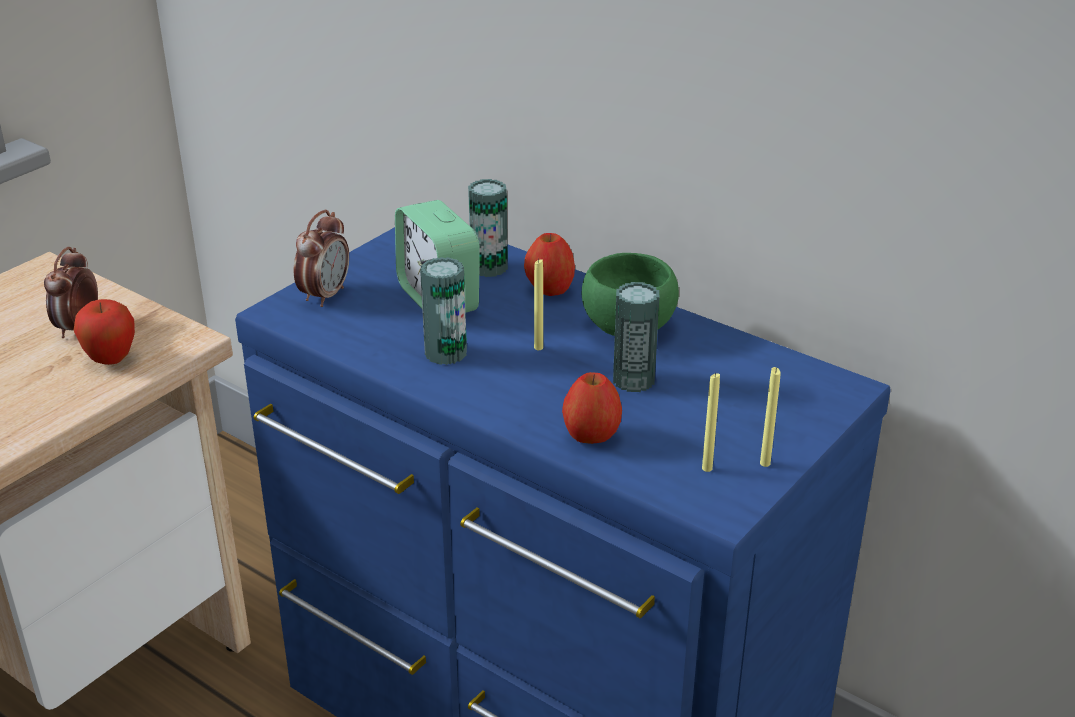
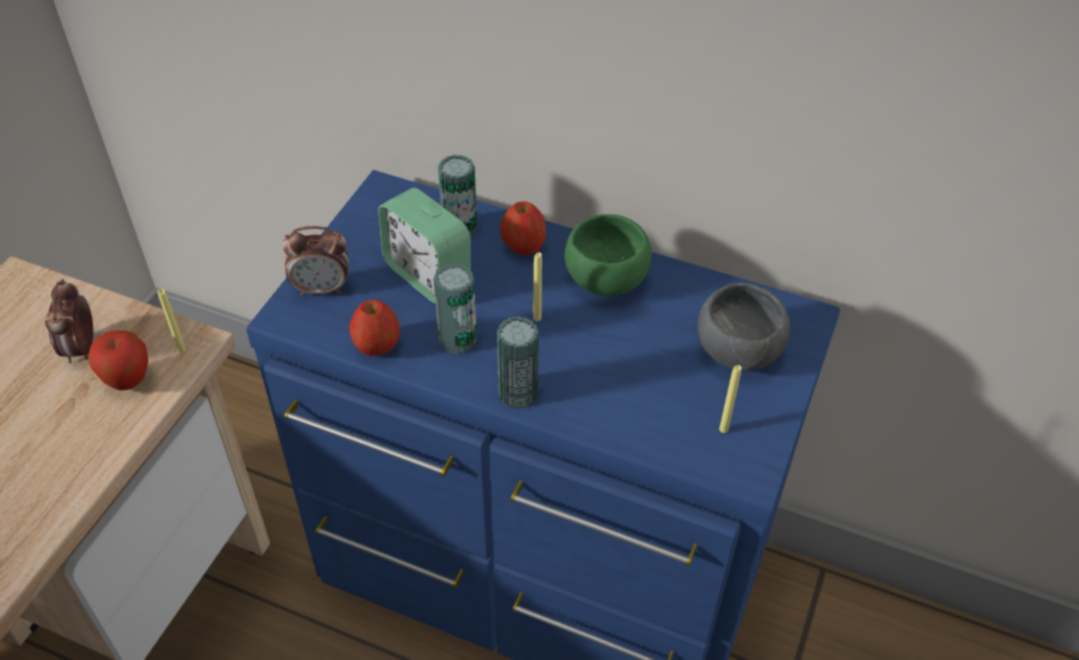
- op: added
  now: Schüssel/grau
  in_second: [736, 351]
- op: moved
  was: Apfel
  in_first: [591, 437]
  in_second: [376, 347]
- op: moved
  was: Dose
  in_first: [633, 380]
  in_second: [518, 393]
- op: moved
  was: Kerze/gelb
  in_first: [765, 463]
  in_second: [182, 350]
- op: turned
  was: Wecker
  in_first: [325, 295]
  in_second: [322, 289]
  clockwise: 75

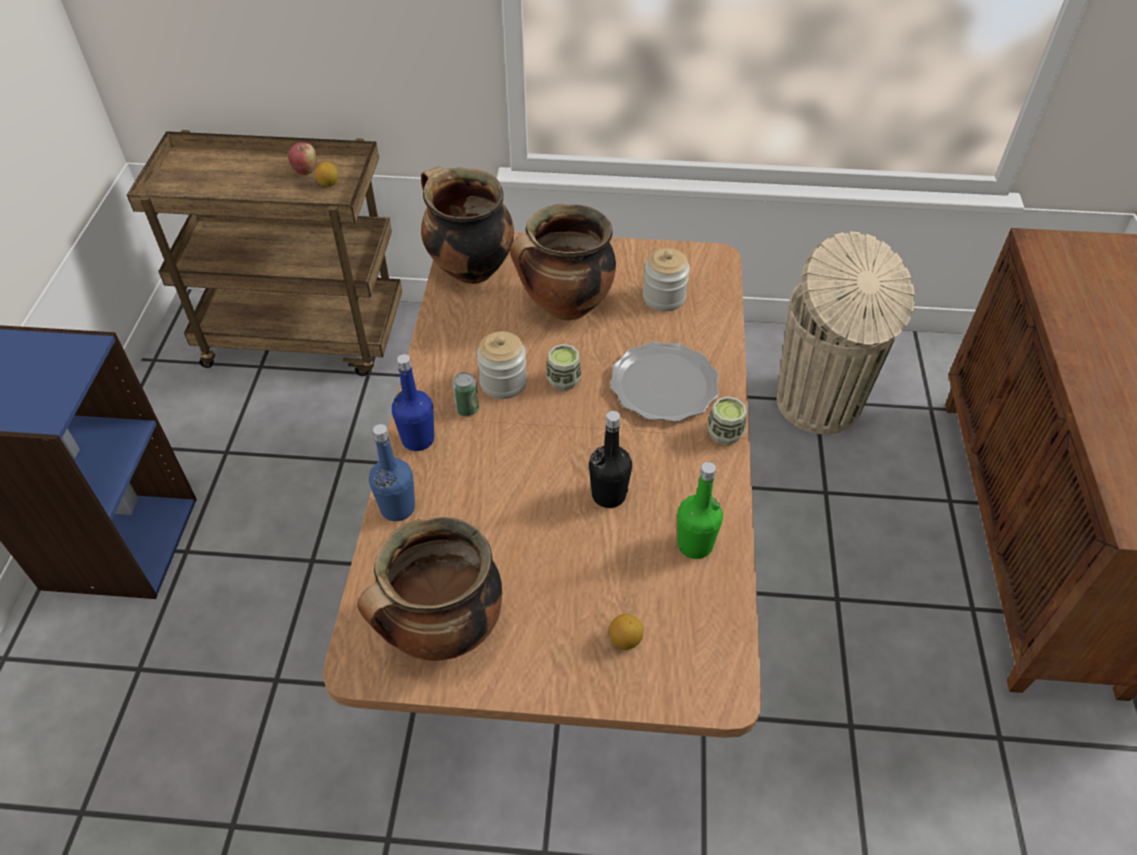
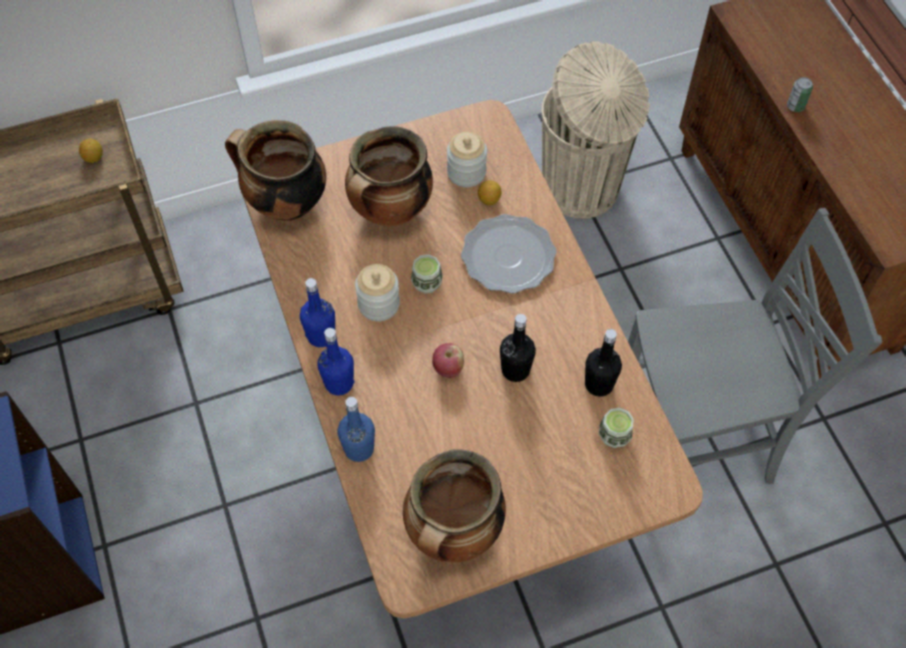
- op: added
  now: Flasche/blau
  in_second: [321, 336]
- op: added
  now: Stuhl/grau
  in_second: [695, 446]
- op: moved
  was: Apfel
  in_first: [305, 170]
  in_second: [448, 369]
- op: moved
  was: Dose
  in_first: [467, 409]
  in_second: [795, 106]
- op: moved
  was: Zitrone
  in_first: [625, 640]
  in_second: [489, 199]
- op: moved
  was: Tasse
  in_first: [725, 434]
  in_second: [614, 436]
- op: recoloured
  was: Flasche/grün
  now: Flasche/schwarz
  in_first: [695, 545]
  in_second: [599, 384]

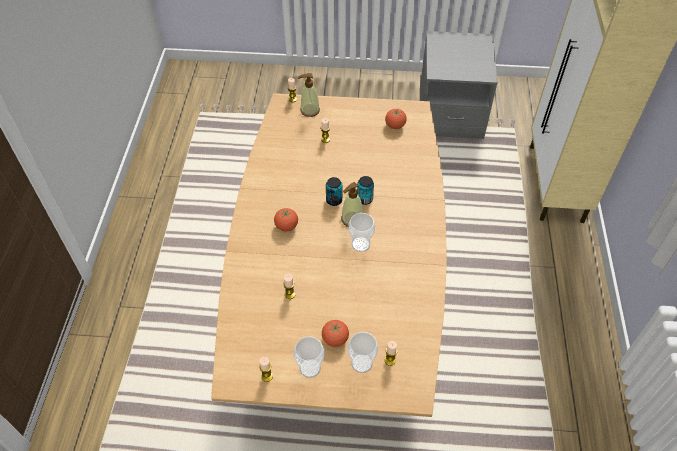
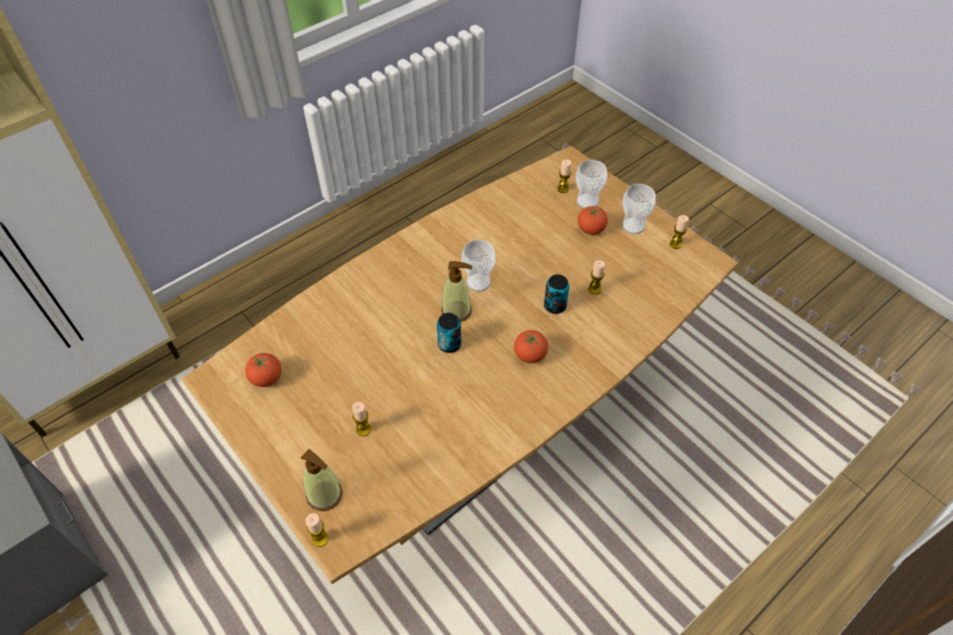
- op: moved
  was: Dose
  in_first: [364, 199]
  in_second: [555, 306]

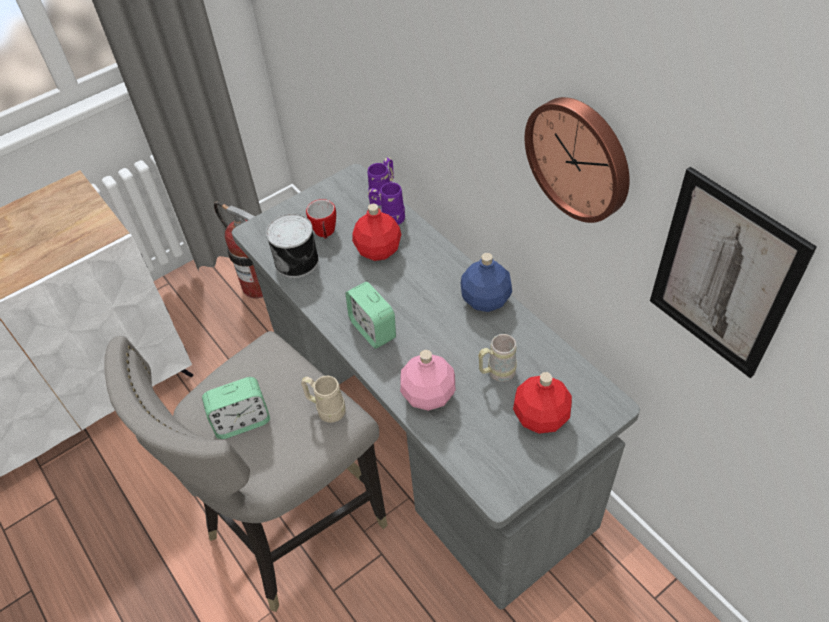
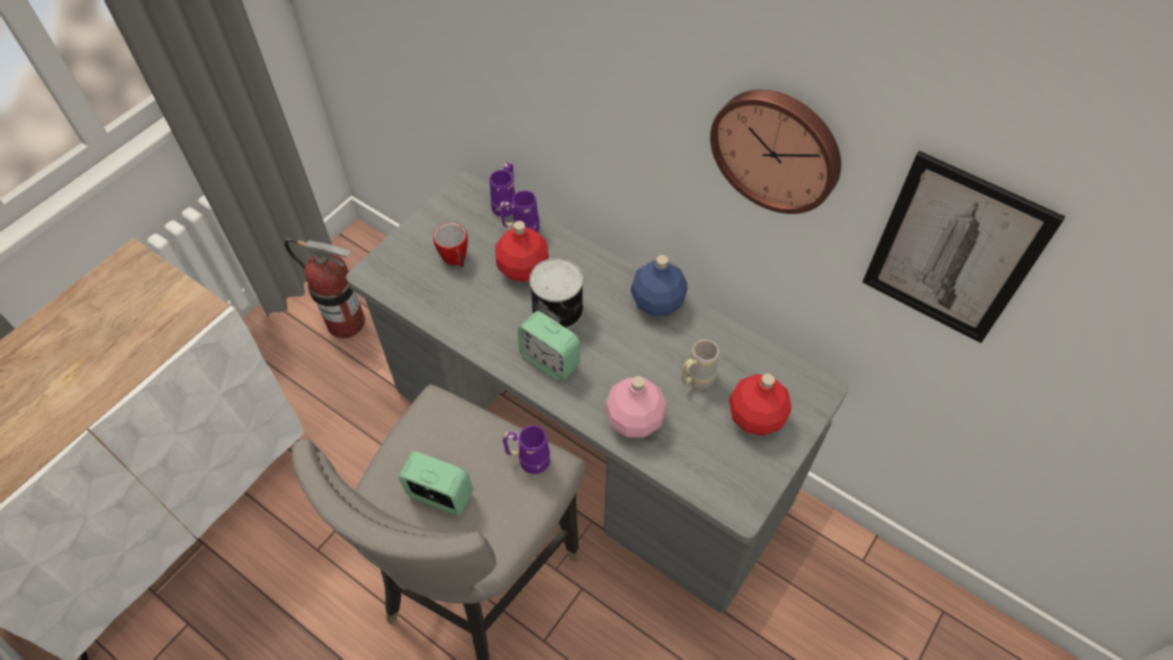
- op: moved
  was: Dose
  in_first: [298, 260]
  in_second: [558, 309]
- op: recoloured
  was: Henkelbecher/beige
  now: Henkelbecher/lila
  in_first: [326, 409]
  in_second: [528, 459]
- op: turned
  was: Wecker
  in_first: [242, 421]
  in_second: [440, 495]
  clockwise: -120

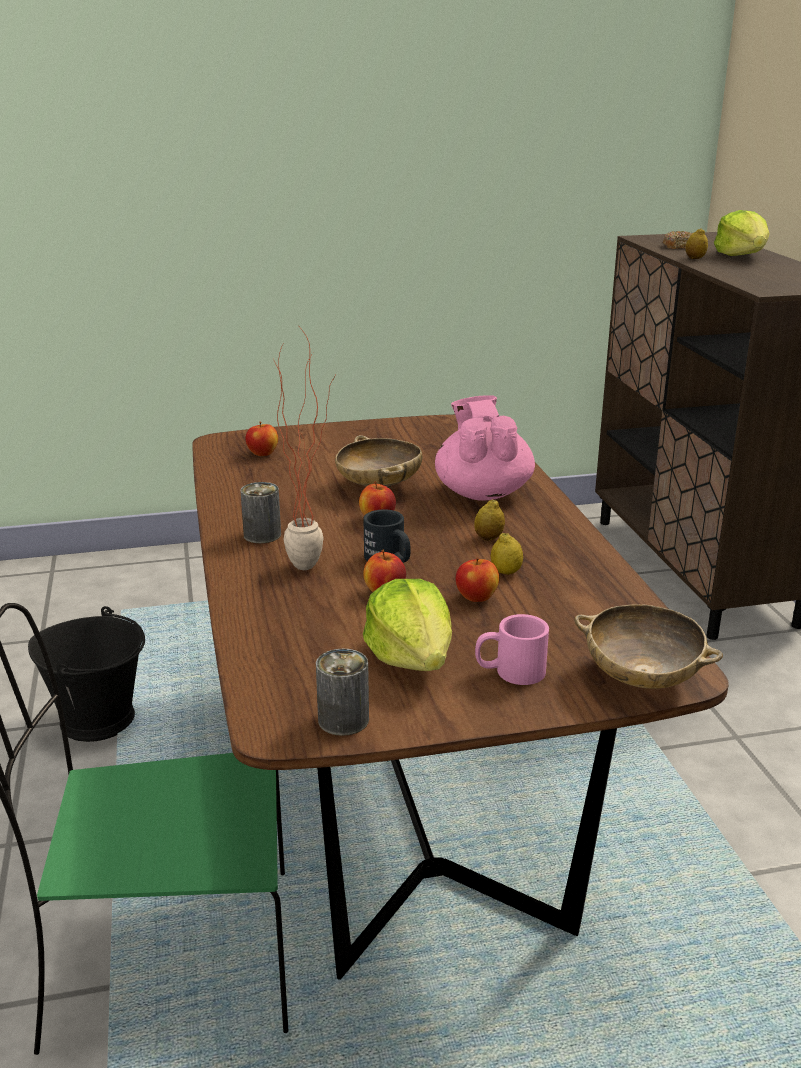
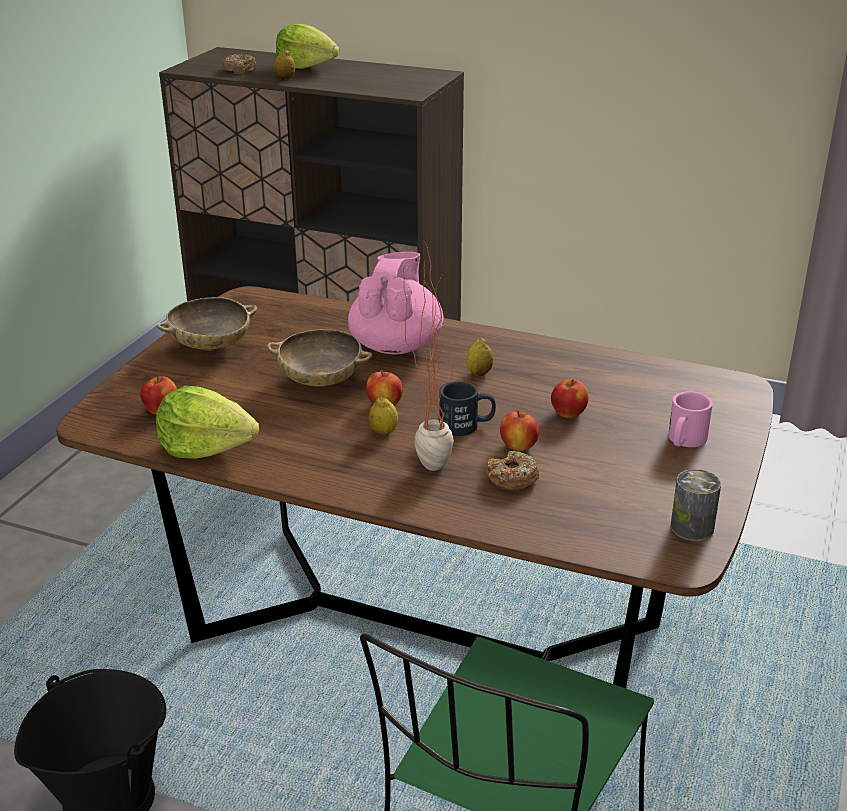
- op: removed
  was: Dose
  in_first: [262, 535]
- op: added
  now: Donut
  in_second: [512, 478]
- op: moved
  was: Salatkopf
  in_first: [412, 657]
  in_second: [206, 447]
- op: moved
  was: Zitrone
  in_first: [506, 572]
  in_second: [383, 432]
- op: moved
  was: Schüssel/beige
  in_first: [642, 678]
  in_second: [211, 346]
- op: turned
  was: Teekanne/rosa
  in_first: [482, 492]
  in_second: [396, 345]
  clockwise: 75

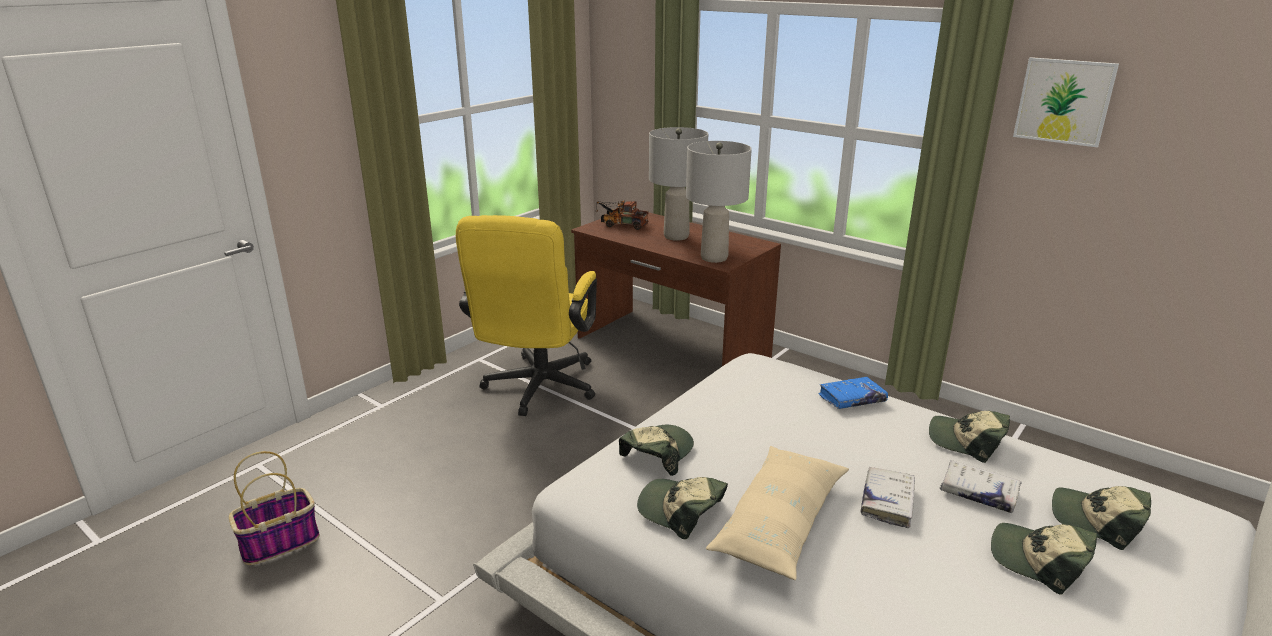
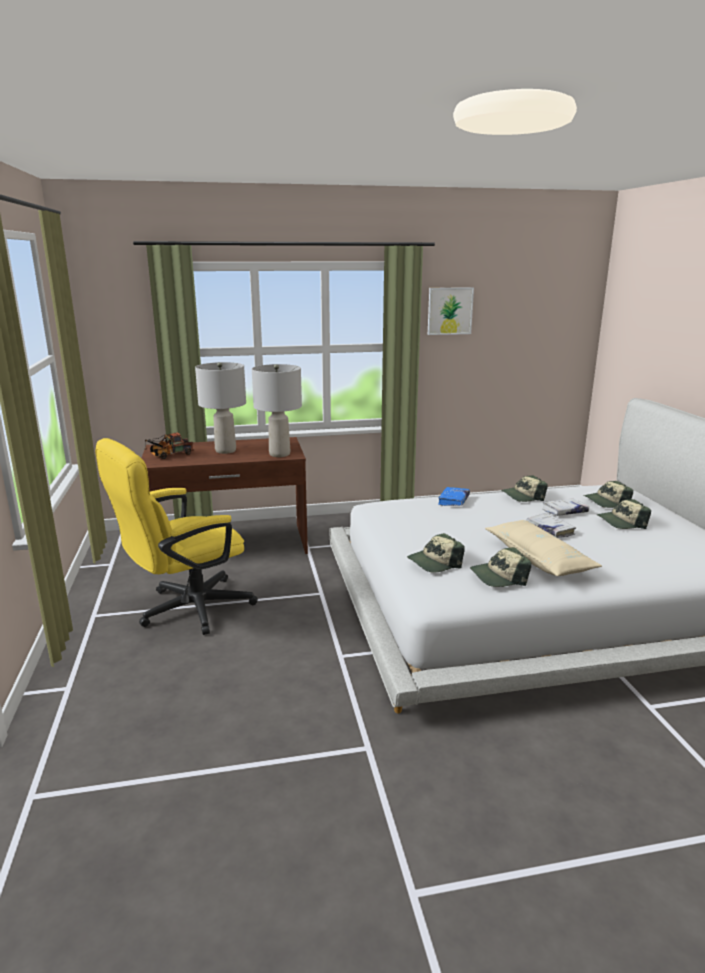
- op: removed
  was: Korb
  in_first: [280, 542]
- op: turned
  was: Bürostuhl/gelb
  in_first: [537, 390]
  in_second: [186, 610]
  clockwise: 90
- op: turned
  was: Kappe
  in_first: [657, 453]
  in_second: [434, 562]
  clockwise: -105

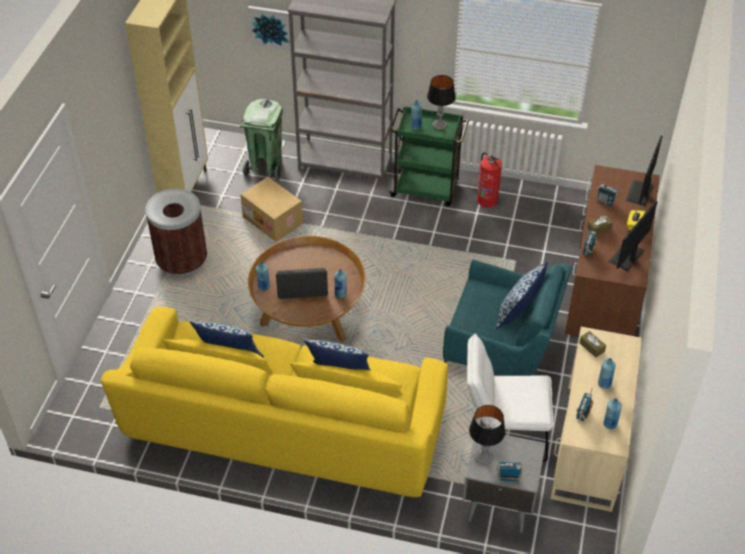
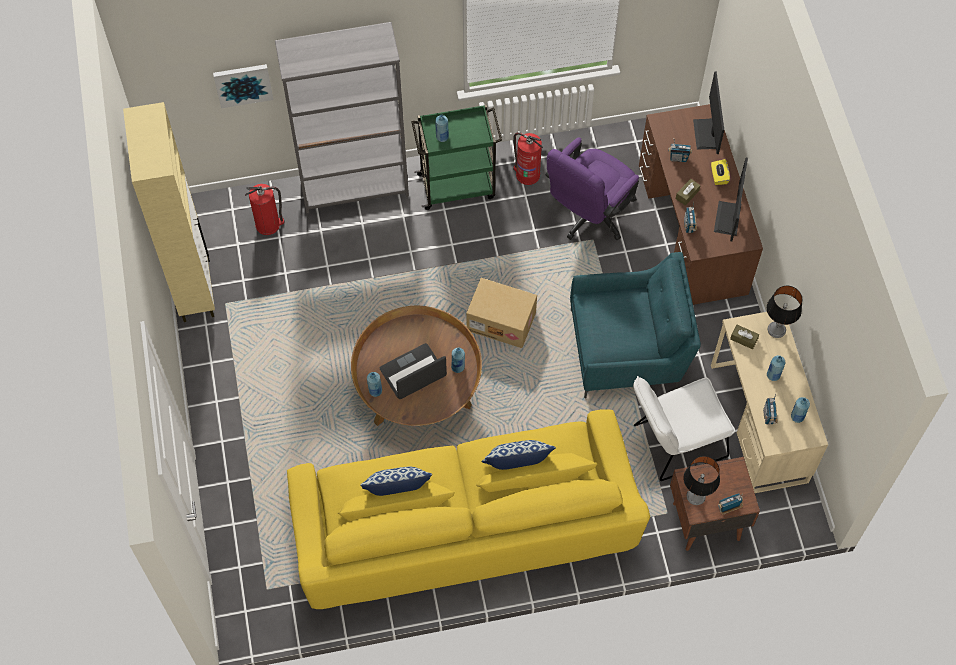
- op: removed
  was: Mülleimer/braun
  in_first: [182, 262]
- op: removed
  was: Kissen
  in_first: [518, 314]
- op: added
  now: Bürostuhl/lila
  in_second: [589, 216]
- op: moved
  was: Karton
  in_first: [273, 220]
  in_second: [502, 321]
- op: moved
  was: Tischlampe
  in_first: [439, 125]
  in_second: [776, 330]
- op: replaced
  was: Mülleimer/grün
  now: Feuerlöscher
  in_first: [265, 167]
  in_second: [268, 224]
- op: recoloured
  was: Nachttisch/grau
  now: Nachttisch/braun
  in_first: [497, 504]
  in_second: [705, 520]

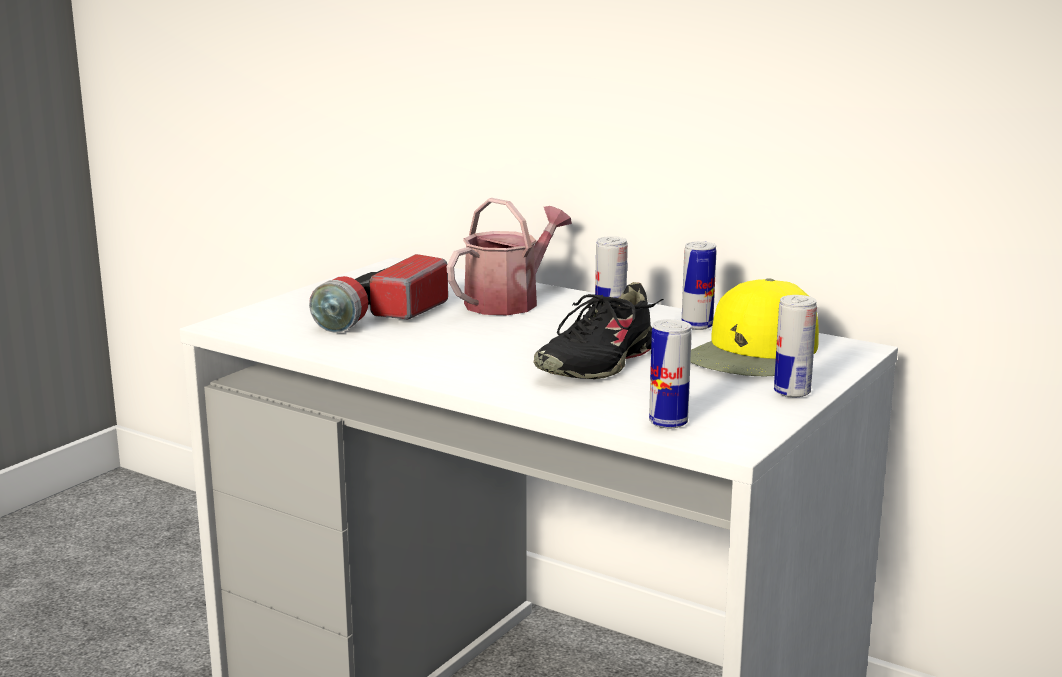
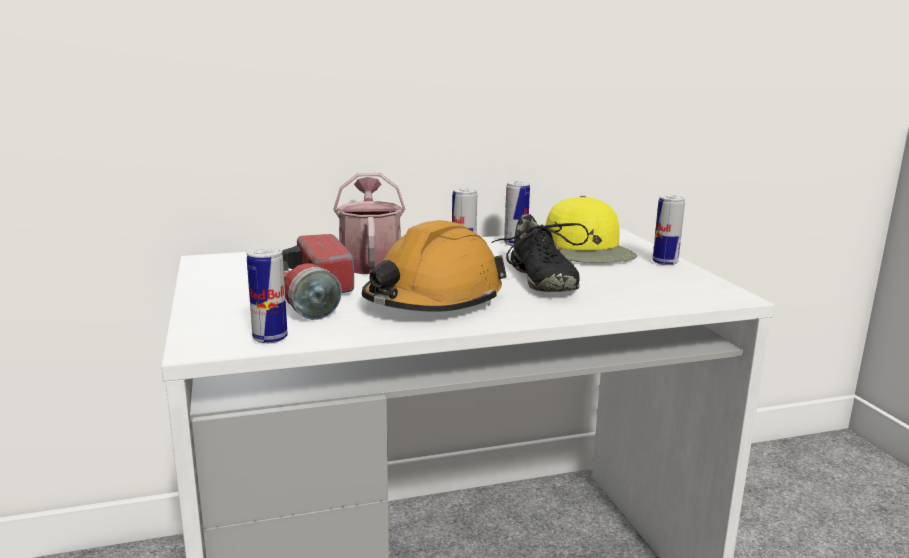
- op: added
  now: Schutzhelm/orange
  in_second: [433, 300]
- op: moved
  was: Dose
  in_first: [668, 423]
  in_second: [270, 338]

